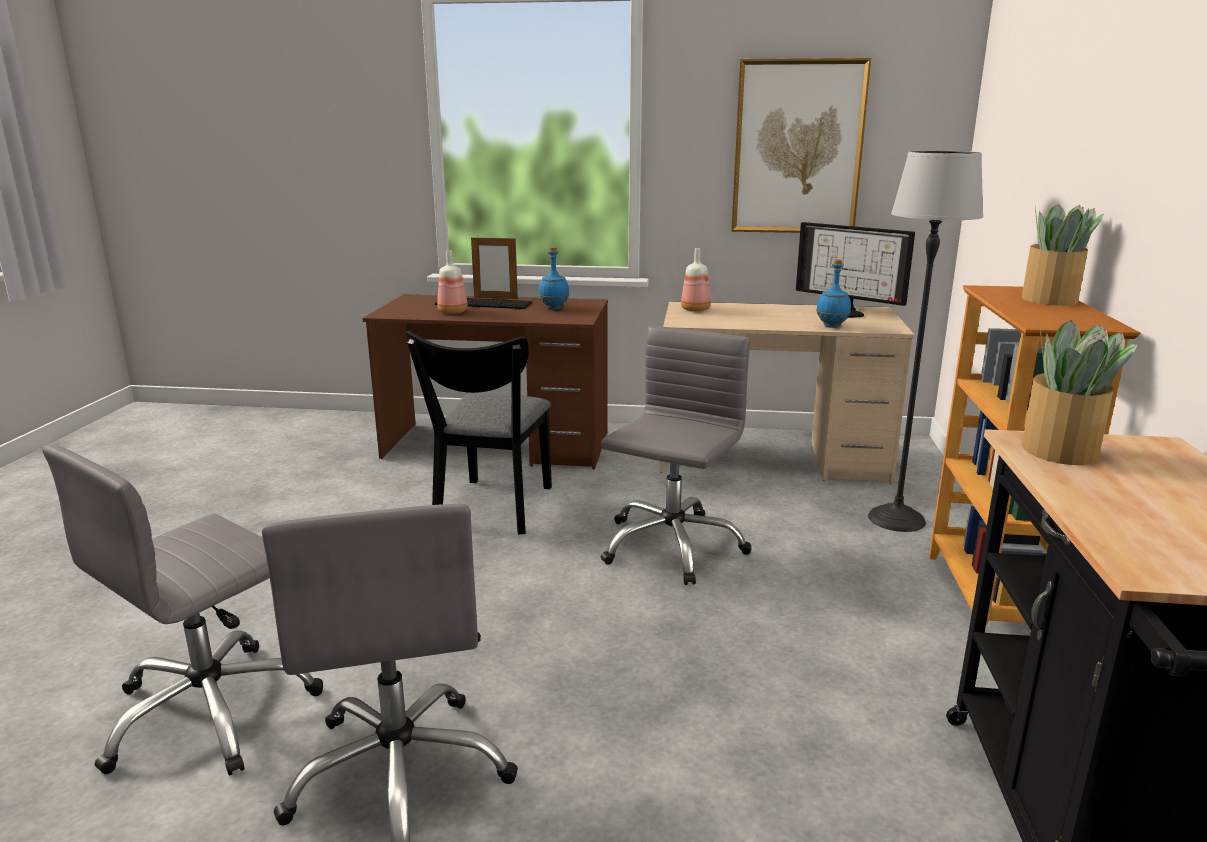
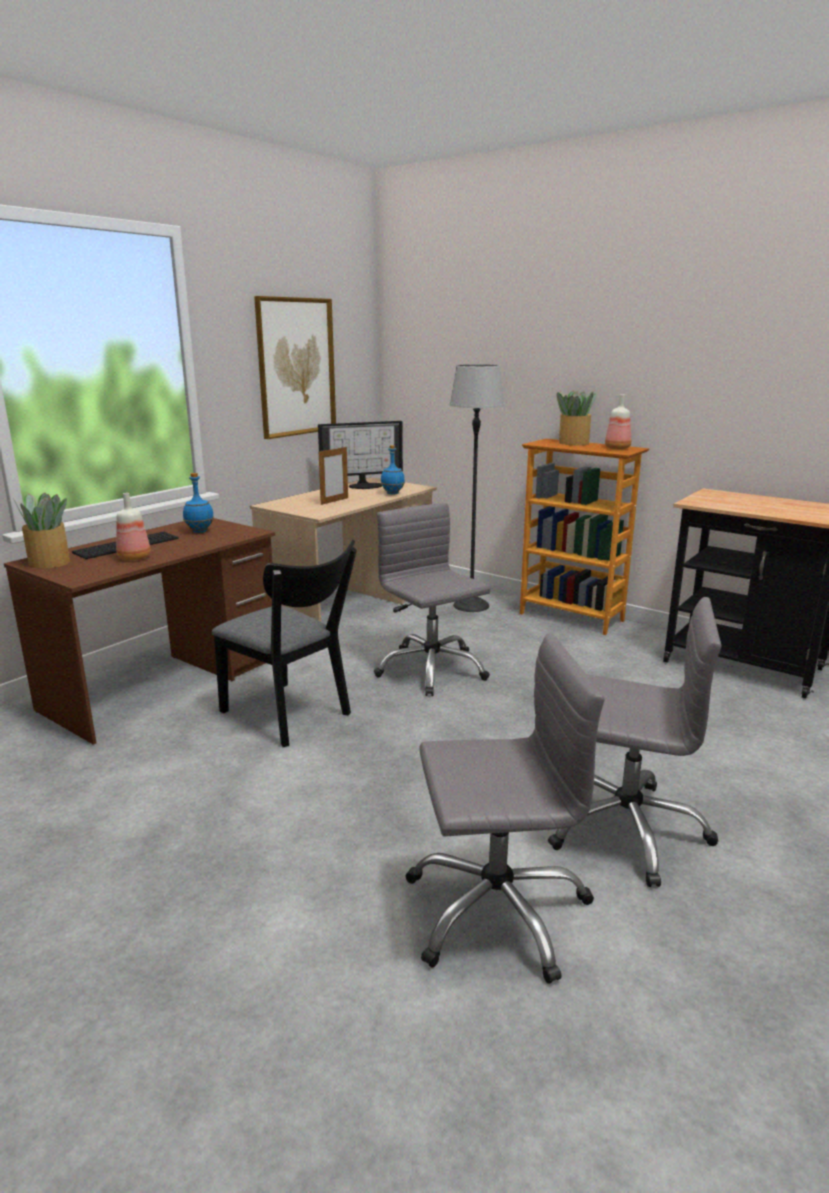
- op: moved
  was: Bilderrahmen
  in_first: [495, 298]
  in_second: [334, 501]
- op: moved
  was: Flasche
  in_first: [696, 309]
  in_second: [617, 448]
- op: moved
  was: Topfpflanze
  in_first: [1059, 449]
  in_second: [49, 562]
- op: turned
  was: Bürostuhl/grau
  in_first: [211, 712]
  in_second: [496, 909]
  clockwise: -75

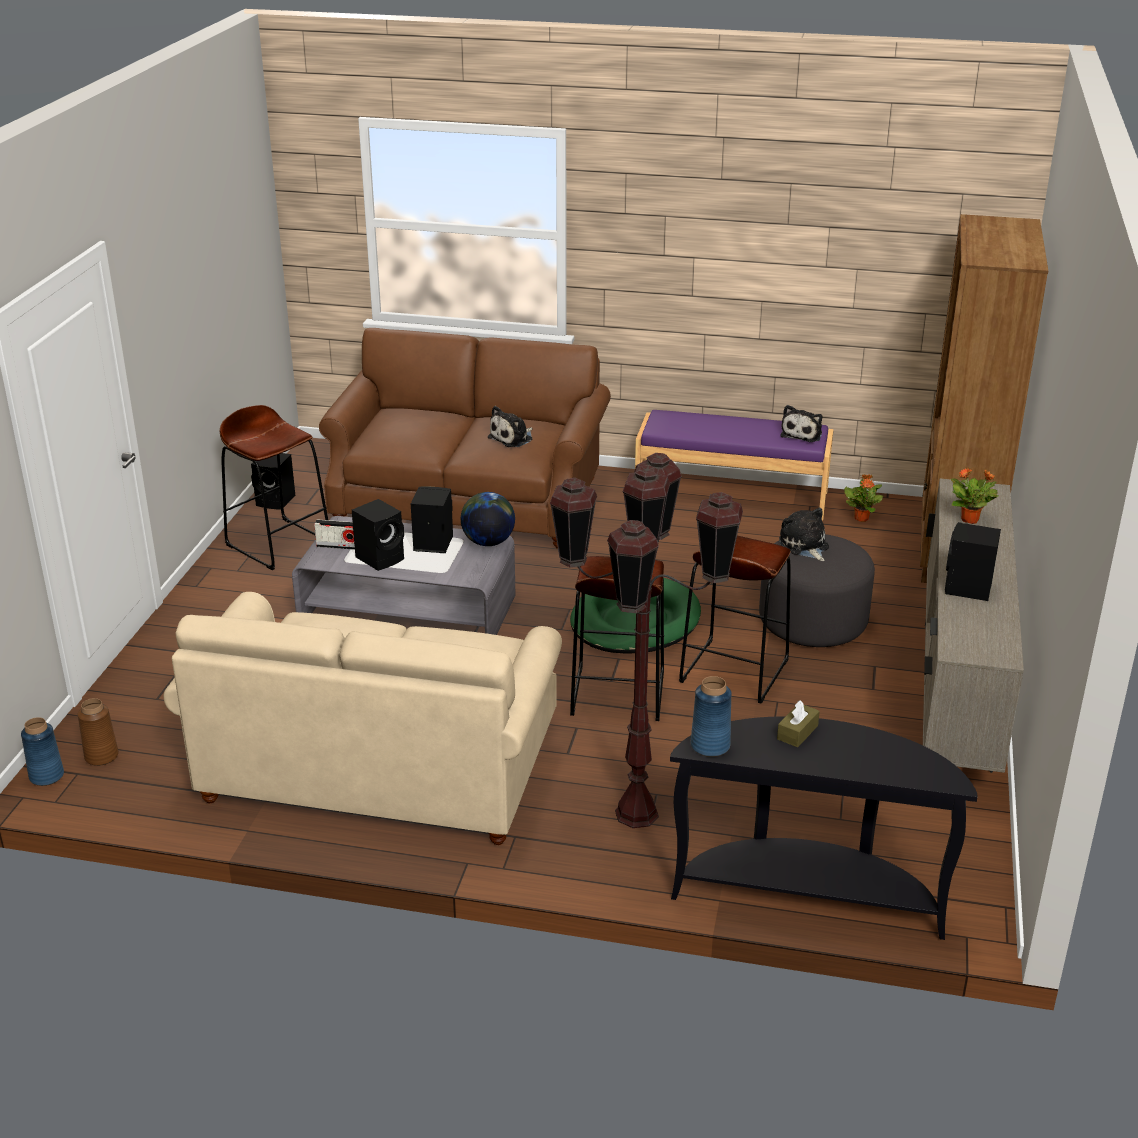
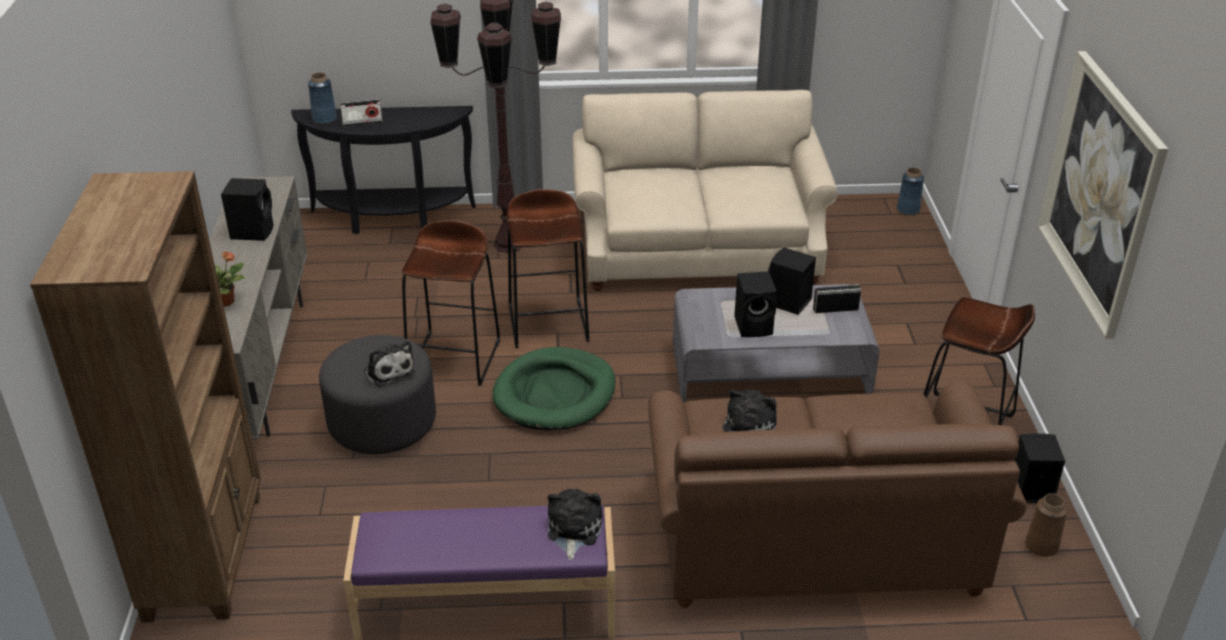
- op: removed
  was: Globus
  in_first: [488, 542]
- op: removed
  was: Taschentuchbox/braun
  in_first: [797, 732]
- op: removed
  was: Topfpflanze
  in_first: [861, 518]
- op: added
  now: Radio
  in_second: [362, 123]
- op: added
  now: Bild
  in_second: [1100, 192]
- op: moved
  was: Vase/braun
  in_first: [101, 756]
  in_second: [1041, 545]
- op: moved
  was: Vase/blau
  in_first: [710, 745]
  in_second: [324, 119]
- op: moved
  was: Plüschtier
  in_first: [802, 434]
  in_second: [573, 530]

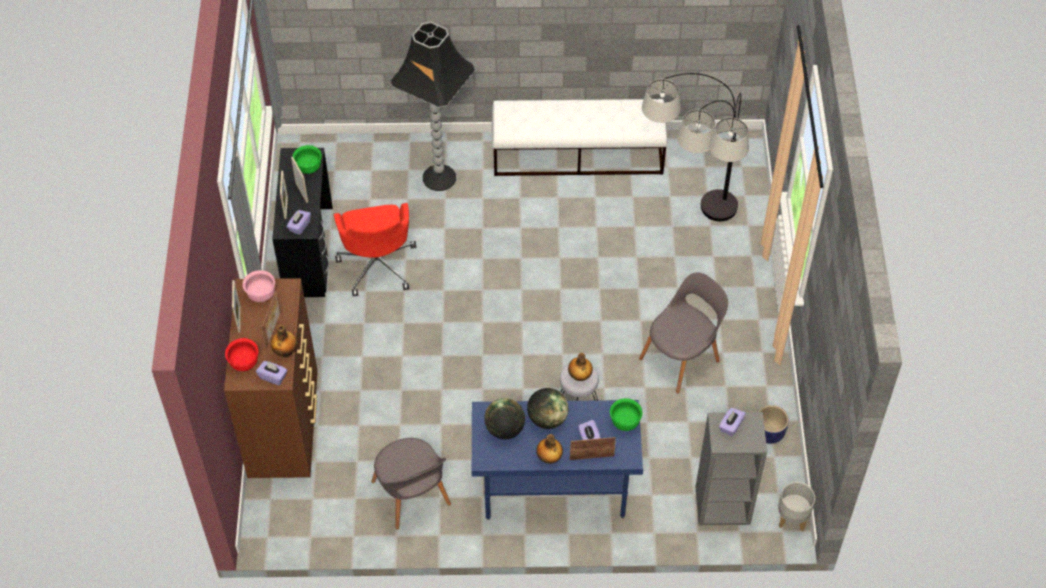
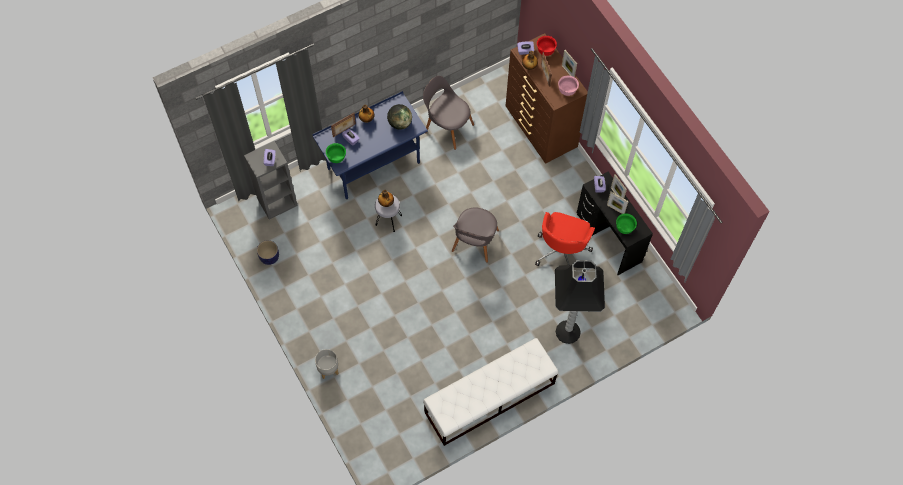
- op: removed
  was: Globus
  in_first: [547, 419]
- op: removed
  was: Stehlampe
  in_first: [693, 236]
- op: moved
  was: Stuhl/grau
  in_first: [681, 357]
  in_second: [474, 242]
- op: moved
  was: Pflanzkübel/grau
  in_first: [792, 519]
  in_second: [328, 369]
- op: turned
  was: Bürostuhl/rot
  in_first: [377, 264]
  in_second: [562, 250]
  clockwise: -120

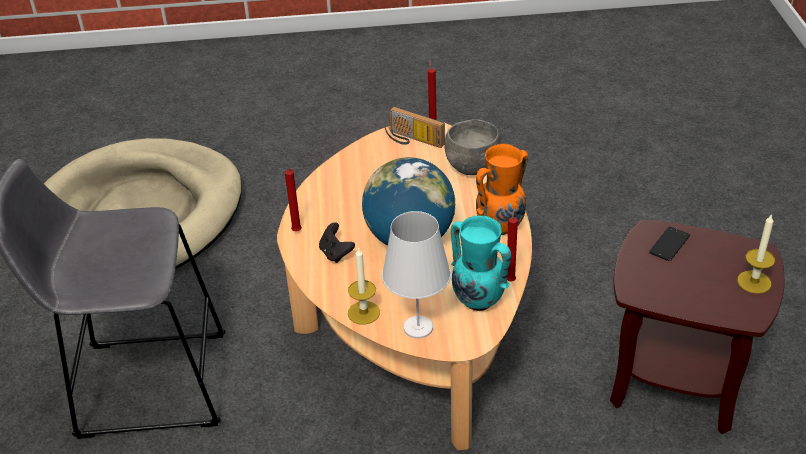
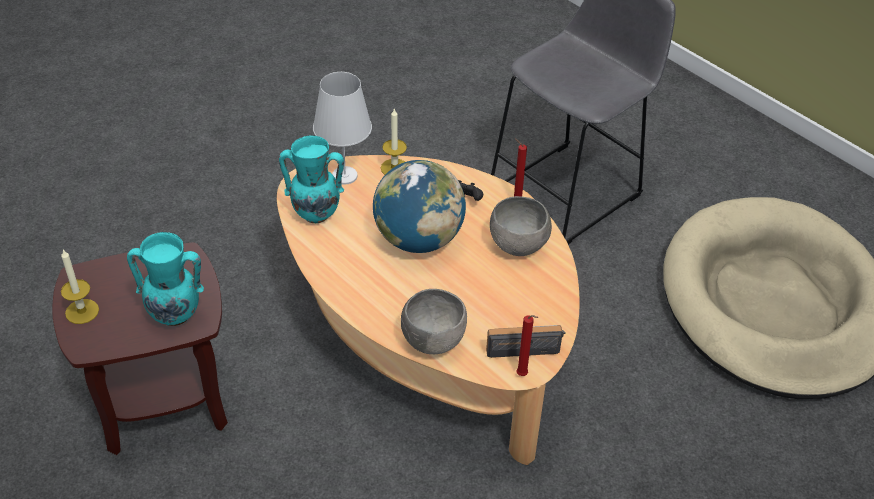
- op: removed
  was: Vase/orange
  in_first: [501, 226]
- op: removed
  was: Kerze/rot
  in_first: [511, 280]
- op: added
  now: Schüssel/grau
  in_second: [519, 246]
- op: replaced
  was: Handy
  now: Vase/türkis
  in_first: [669, 244]
  in_second: [176, 316]

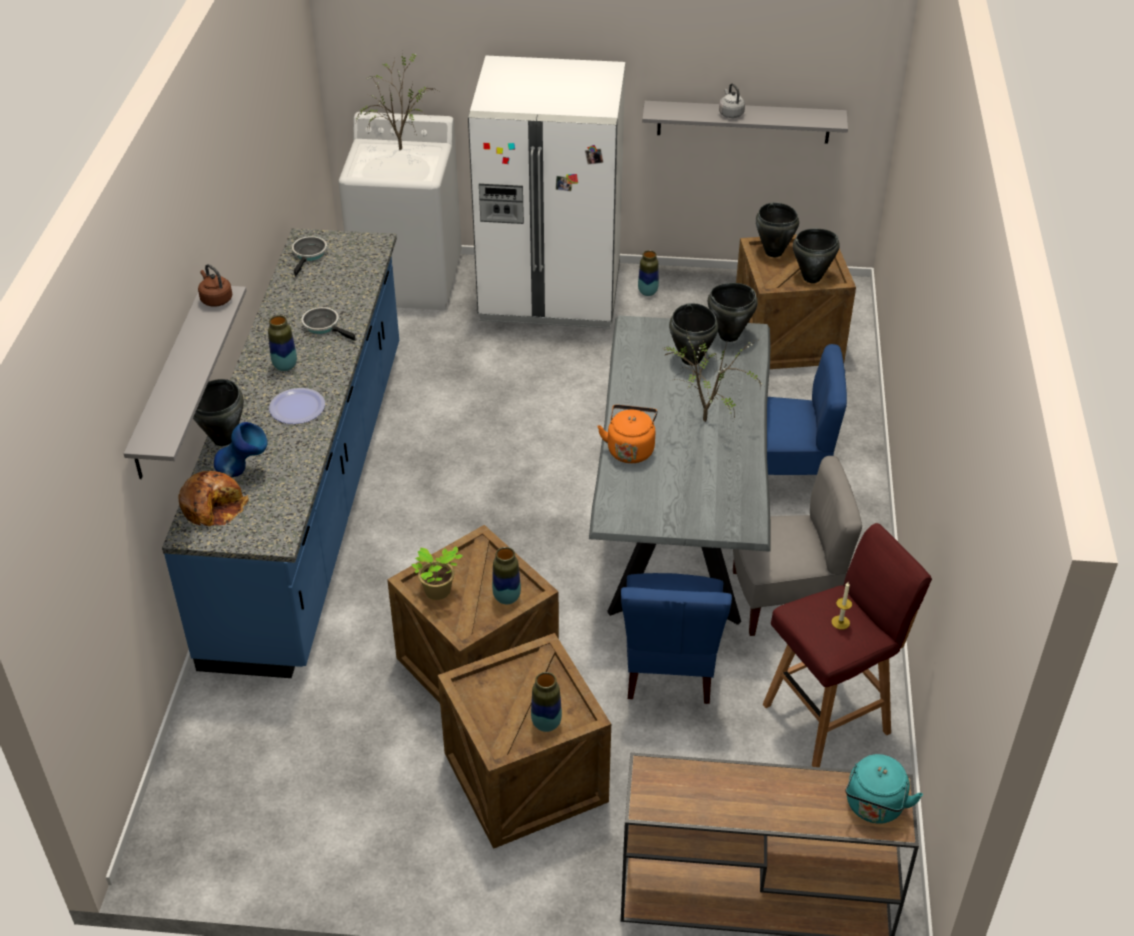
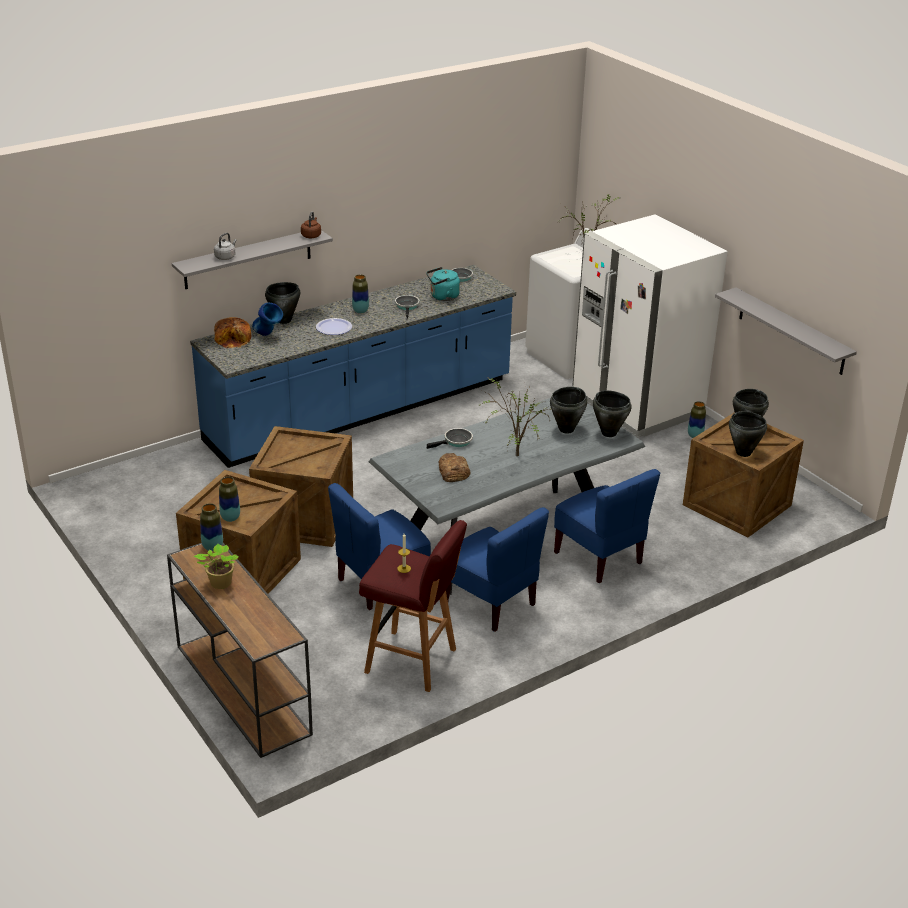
- op: added
  now: Brot
  in_second: [453, 472]
- op: moved
  was: Topfpflanze
  in_first: [438, 592]
  in_second: [219, 584]
- op: moved
  was: Vase
  in_first: [507, 598]
  in_second: [212, 547]
- op: moved
  was: Wasserkessel/grau
  in_first: [730, 113]
  in_second: [226, 257]
- op: moved
  was: Wasserkessel/türkis
  in_first: [874, 807]
  in_second: [442, 297]
- op: replaced
  was: Wasserkessel/orange
  now: Pfanne
  in_first: [630, 449]
  in_second: [456, 442]
- op: recoloured
  was: Stuhl/grau
  now: Stuhl/blau
  in_first: [784, 599]
  in_second: [490, 603]

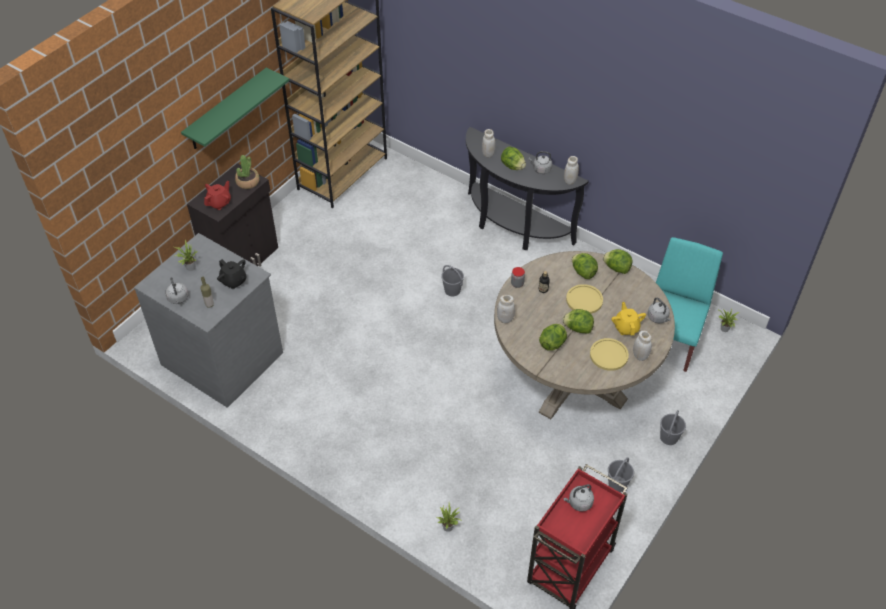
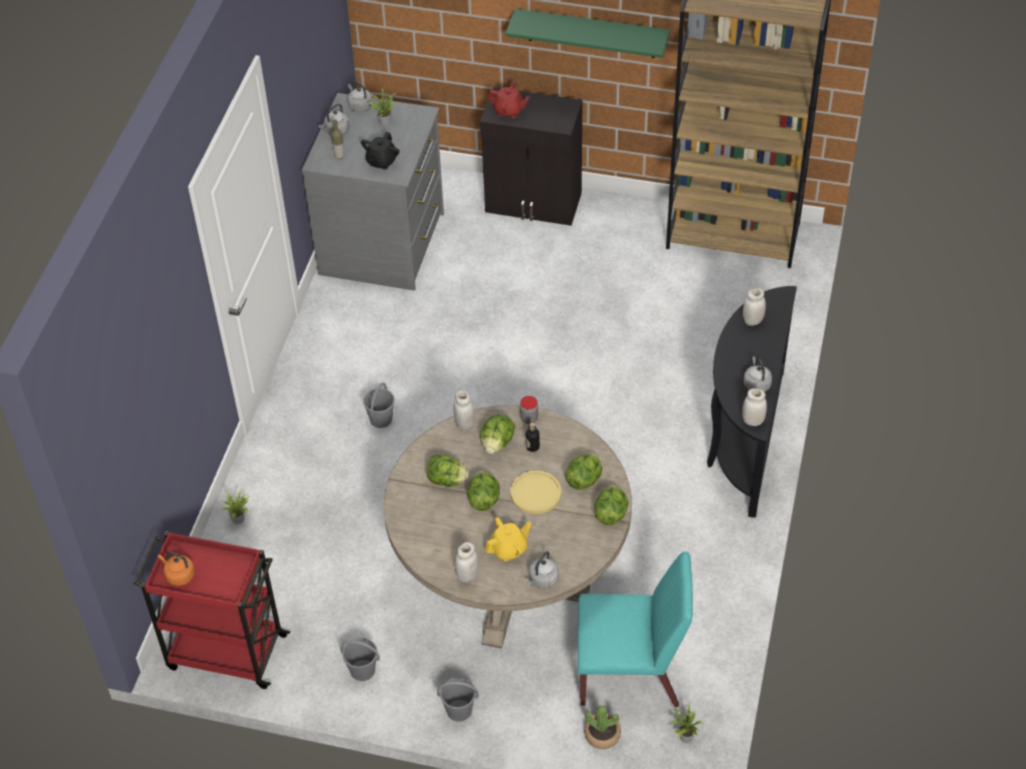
- op: removed
  was: Teller/gelb
  in_first: [609, 355]
- op: added
  now: Wasserkessel/orange
  in_second: [179, 575]
- op: moved
  was: Topfpflanze
  in_first: [247, 182]
  in_second: [602, 734]
- op: moved
  was: Eimer/grau
  in_first: [452, 290]
  in_second: [381, 419]
- op: moved
  was: Salatkopf
  in_first: [512, 166]
  in_second: [497, 443]
- op: moved
  was: Wasserkessel/grau
  in_first: [579, 503]
  in_second: [359, 106]

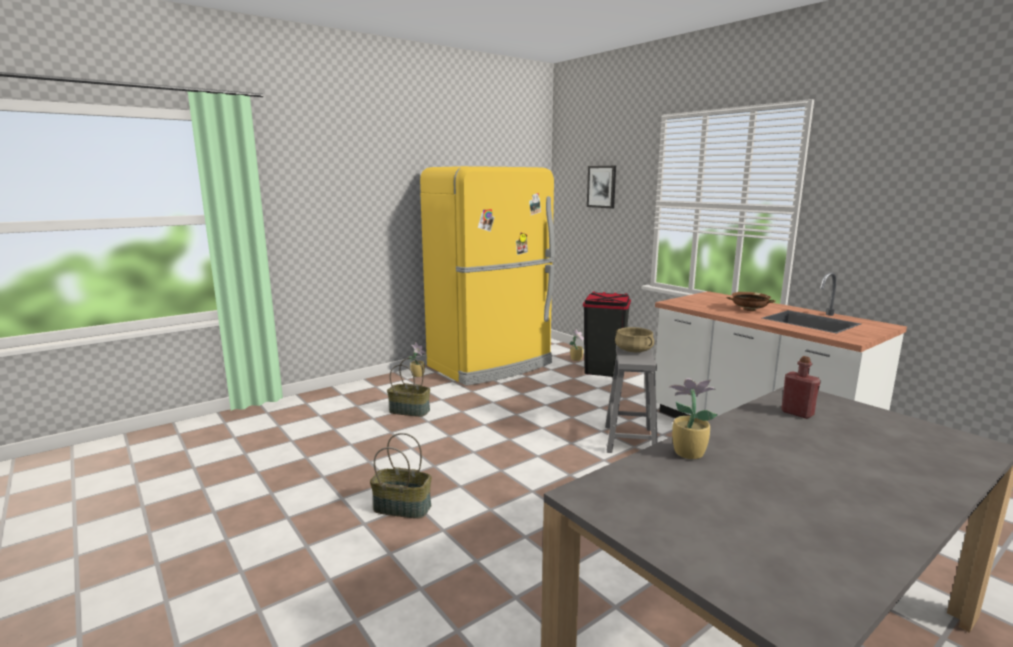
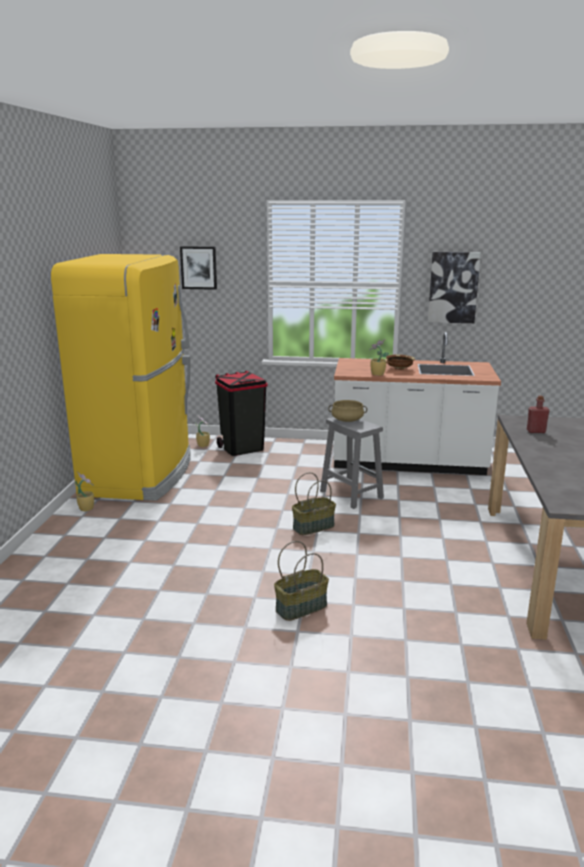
- op: added
  now: Bild
  in_second: [453, 287]
- op: moved
  was: Korb
  in_first: [410, 411]
  in_second: [313, 527]
- op: moved
  was: Topfpflanze
  in_first: [687, 453]
  in_second: [377, 374]

